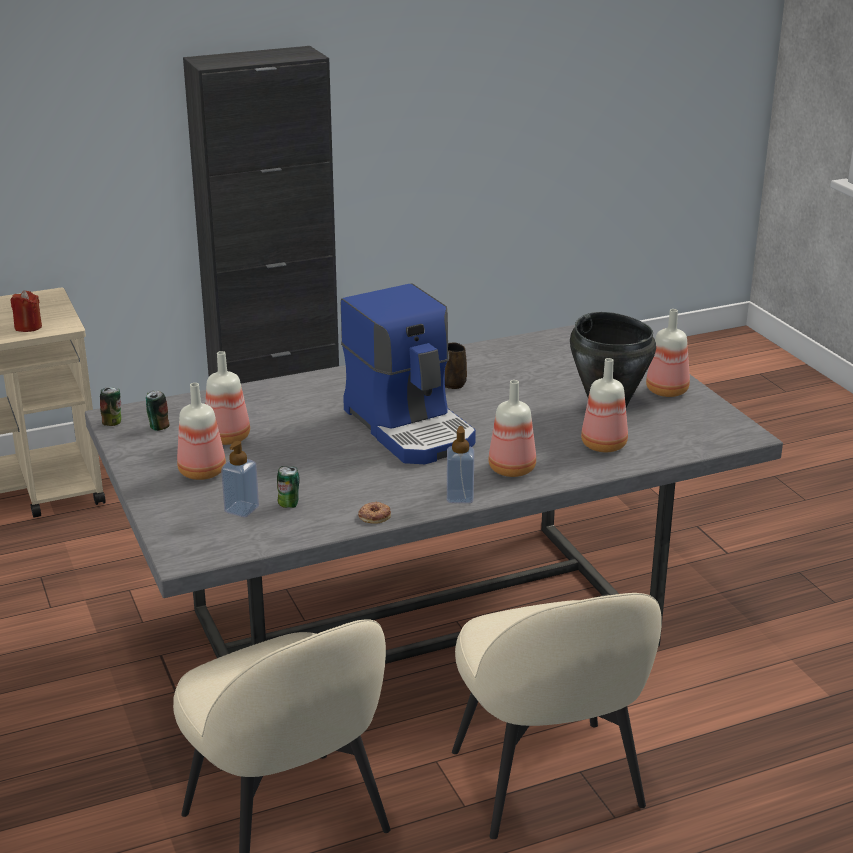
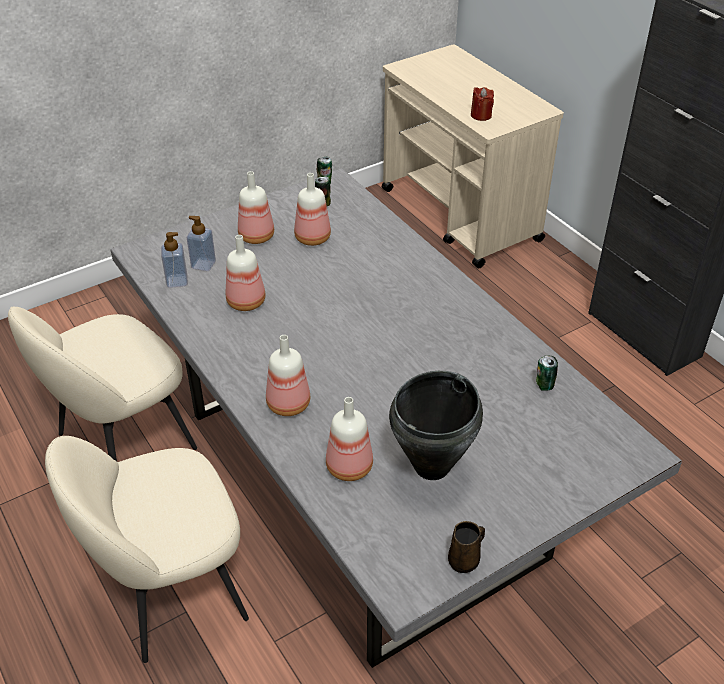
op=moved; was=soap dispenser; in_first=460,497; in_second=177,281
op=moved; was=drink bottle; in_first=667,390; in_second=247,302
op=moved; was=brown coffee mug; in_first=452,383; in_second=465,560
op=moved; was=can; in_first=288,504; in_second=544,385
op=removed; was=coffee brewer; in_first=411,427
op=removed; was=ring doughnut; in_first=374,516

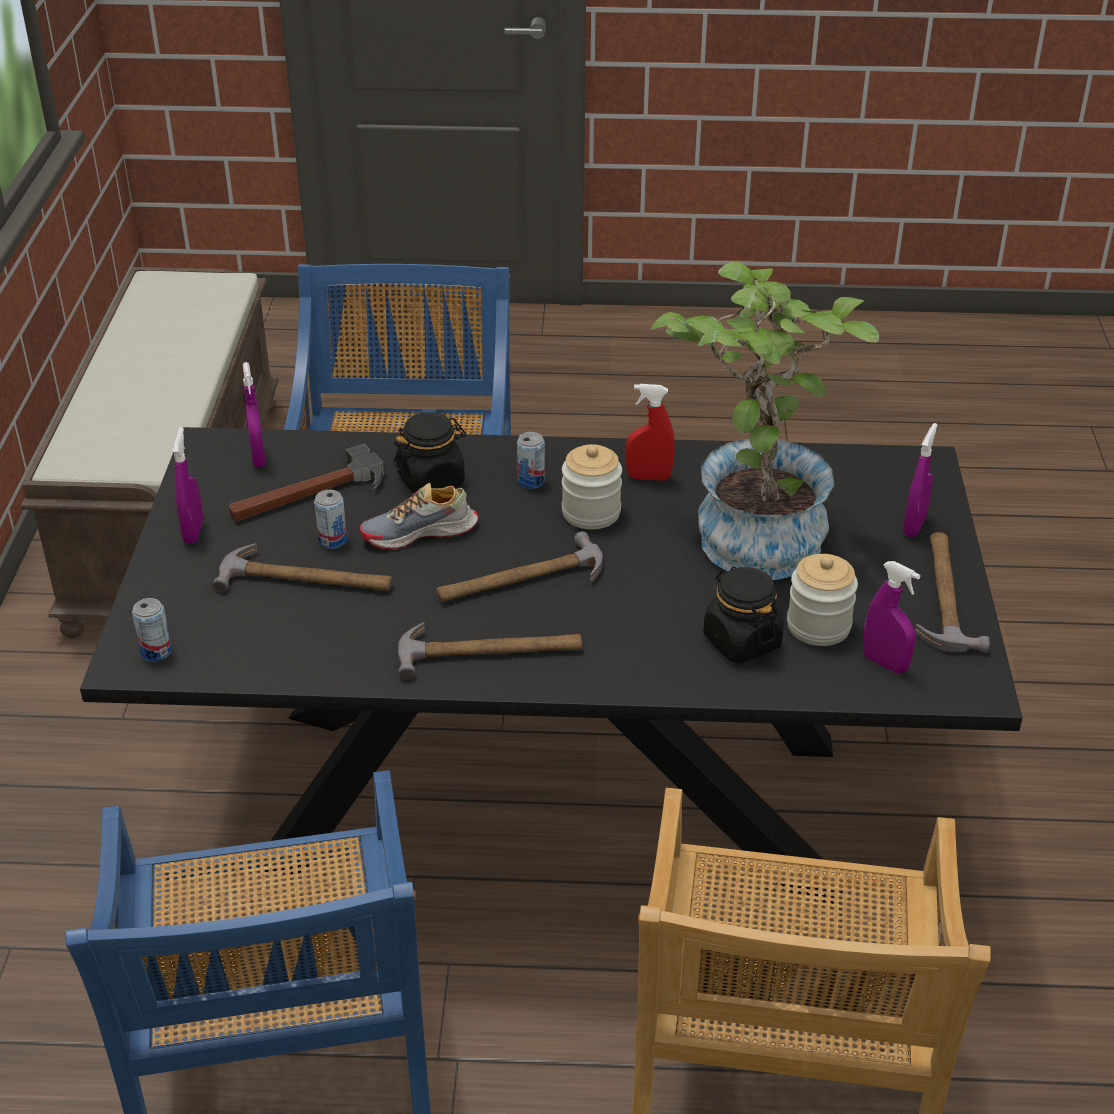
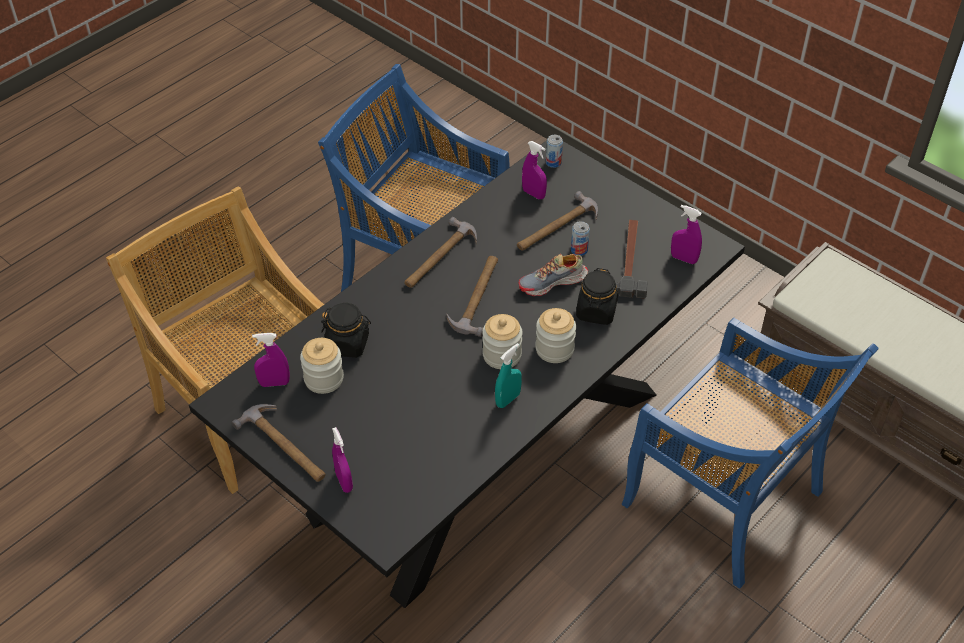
op=recoloured; was=red-coloured hand sprayer; now=turquoise-coloured hand sprayer; in_first=648,477; in_second=508,399
op=turned; was=low shoe; in_first=420,533; in_second=553,282; clockwise=-135
op=moved; was=purplish hand sprayer; in_first=193,532; in_second=533,194
op=replaced; was=can; now=preserve jar; in_first=531,481; in_second=554,349
op=removed; was=potted plant; in_first=752,530

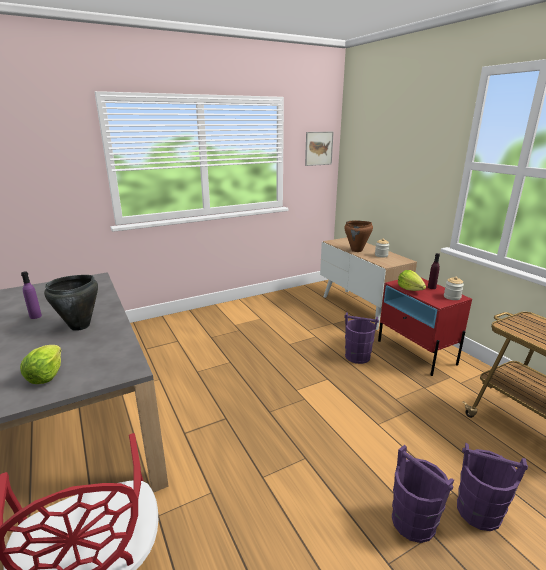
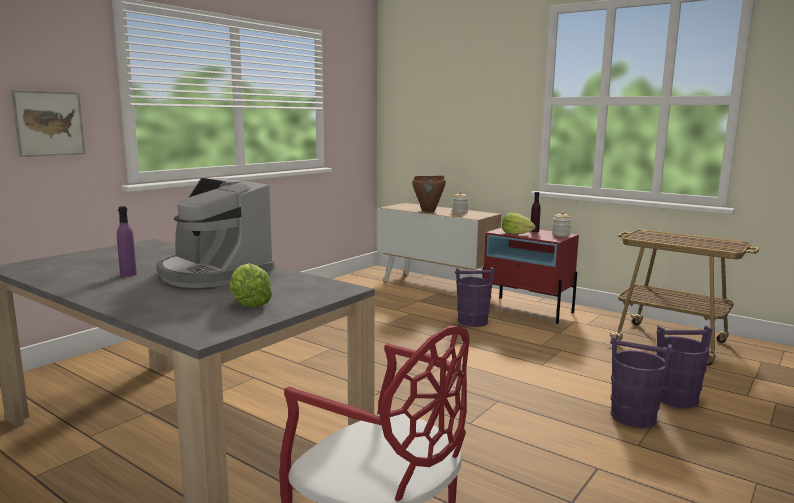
op=moved; was=wall picture; in_first=318,148; in_second=49,123
op=replaced; was=black-coloured saucepot; now=coffee brewer; in_first=80,326; in_second=213,273

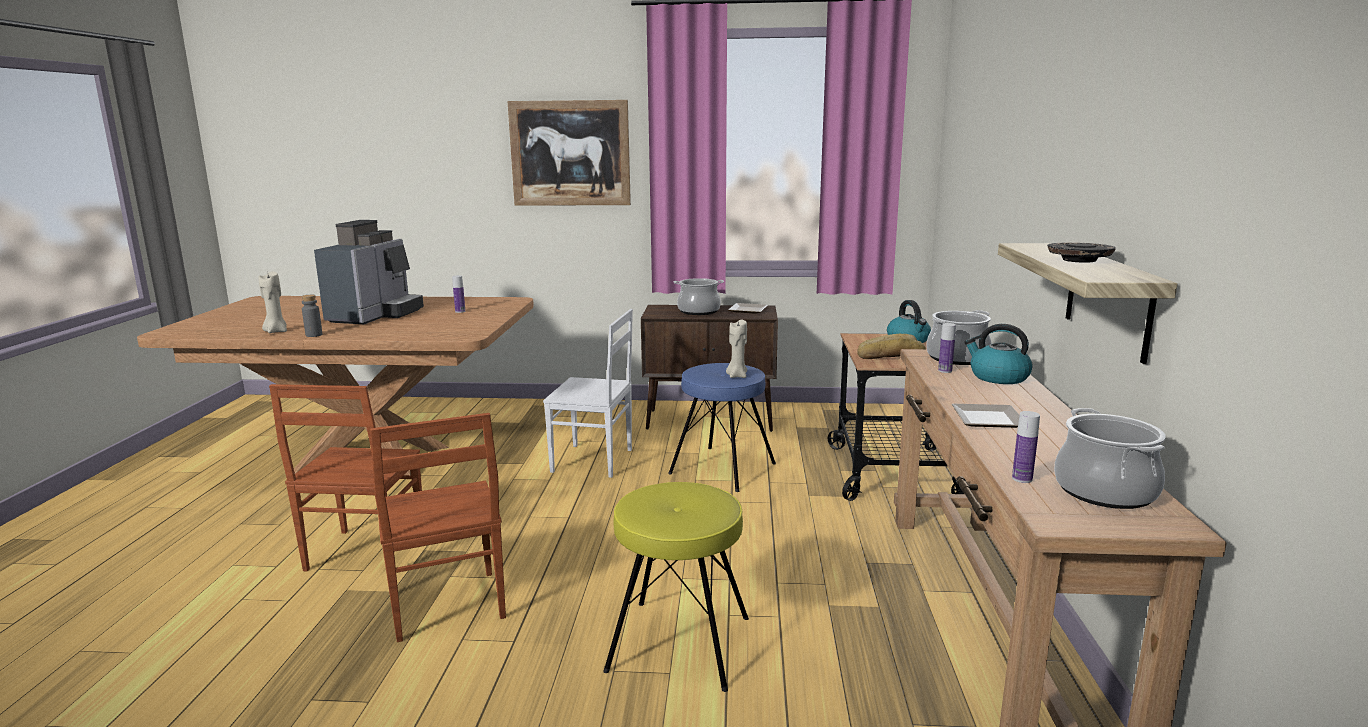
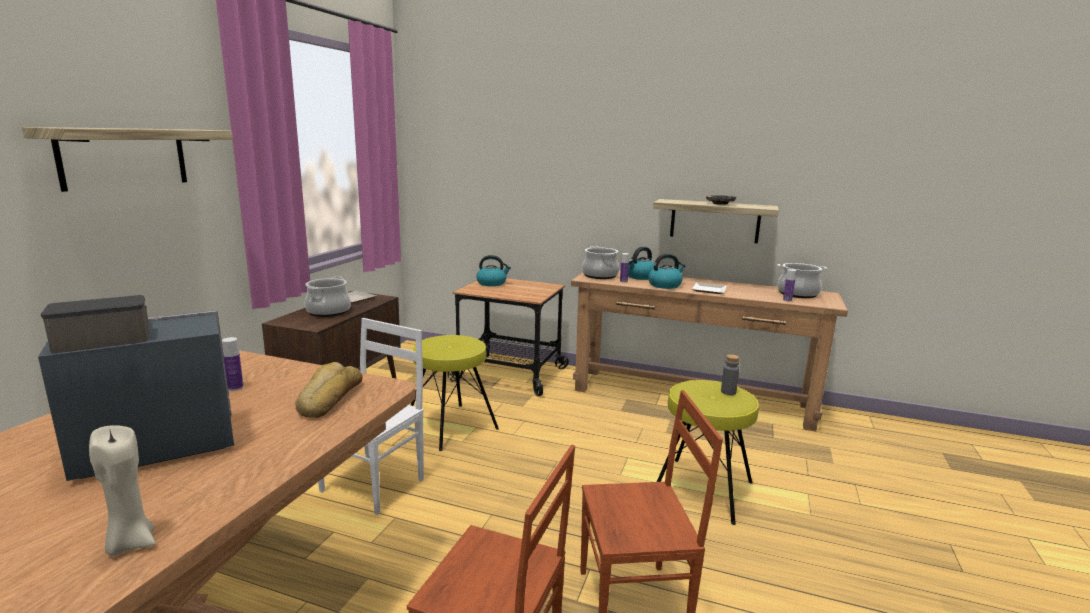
op=replaced; was=wall picture; now=wall shelf; in_first=570,153; in_second=124,157
op=turned; was=coffee brewer; in_first=375,315; in_second=150,446; clockwise=-60
op=moved; was=bread; in_first=890,355; in_second=328,398
op=recoloured; was=blue-coloured stool seat; now=yellow-coloured stool seat; in_first=723,468; in_second=451,426
op=added; now=tea kettle; in_second=665,285
op=moved; was=grey drink bottle; in_first=314,335; in_second=728,392
op=removed; was=beige-coloured wax candle; in_first=737,376

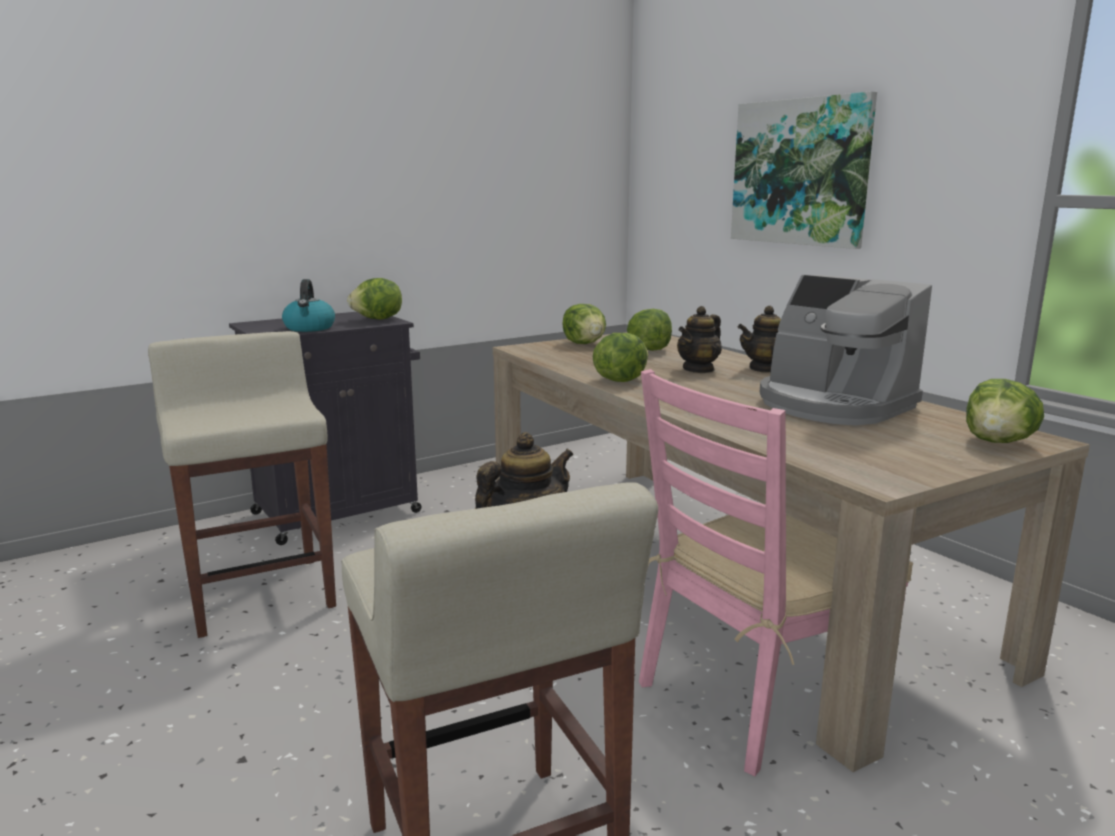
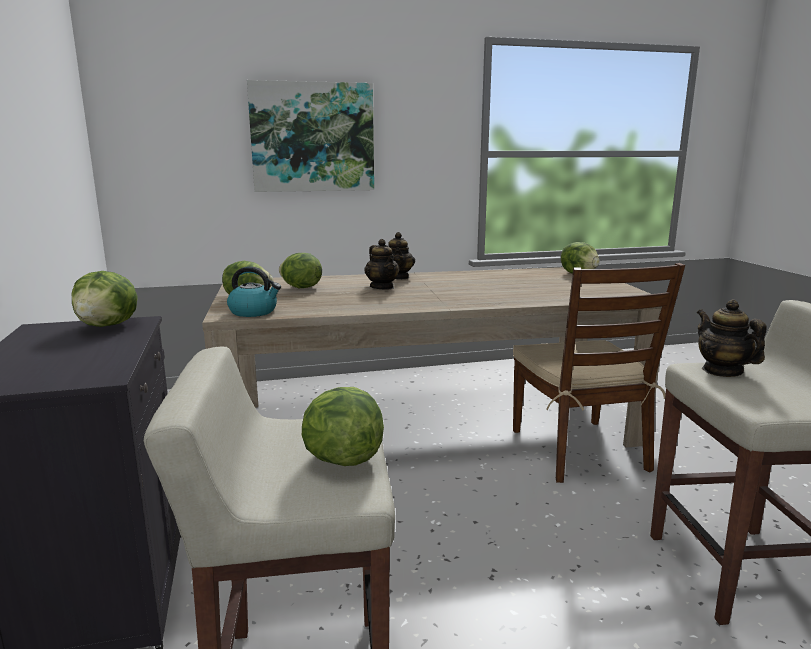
op=moved; was=tea kettle; in_first=309,328; in_second=254,312
op=moved; was=head of lettuce; in_first=620,380; in_second=342,459
op=recoloured; was=pink chair; now=brown chair; in_first=757,696; in_second=579,450
op=removed; was=coffee brewer; in_first=833,405

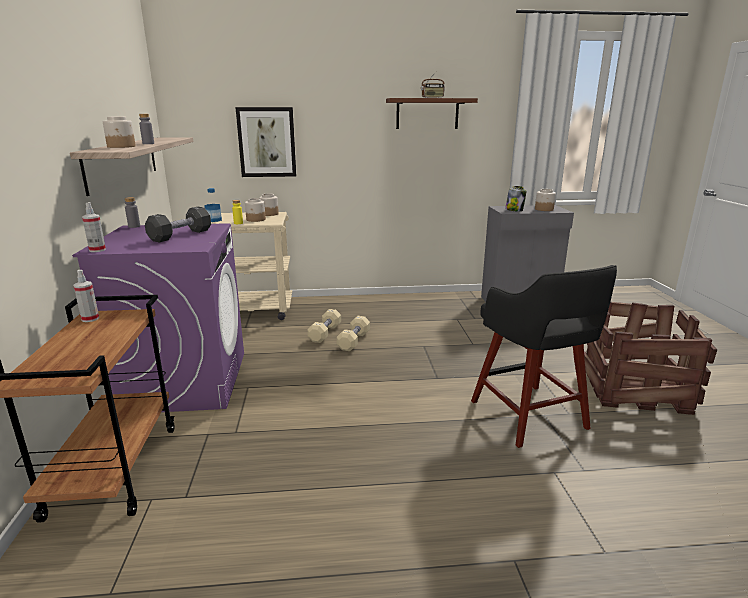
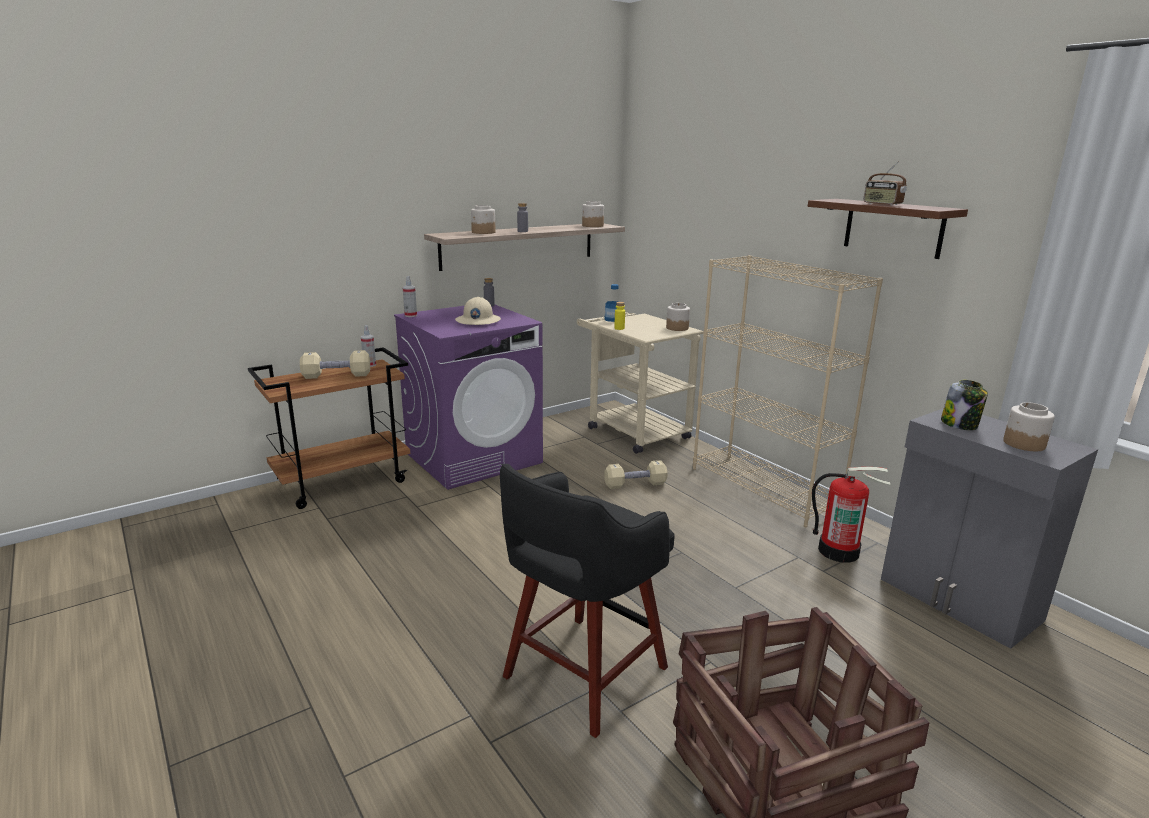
op=moved; was=beige-coloured dumbbell; in_first=354,341; in_second=337,375
op=replaced; was=black-coloured dumbbell; now=beige-coloured safety helmet; in_first=181,235; in_second=477,321
op=moved; was=preserve jar; in_first=256,219; in_second=592,226
op=added; now=beige-coloured bookcase; in_second=764,488
op=added; now=fire extinguisher; in_second=839,551
op=removed; was=wall picture; in_first=267,142

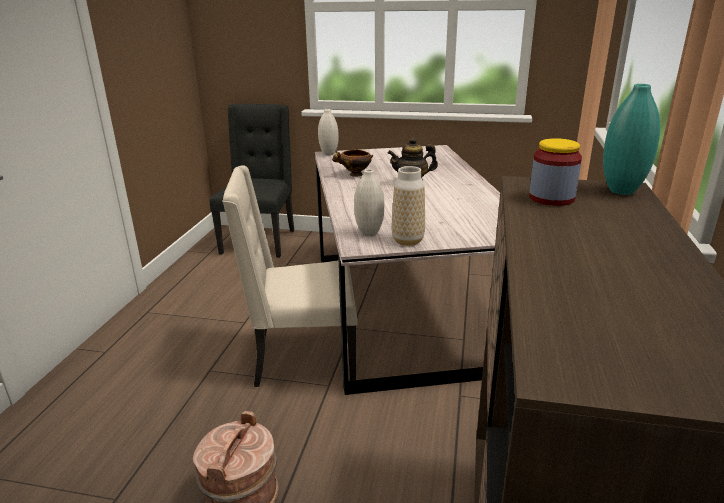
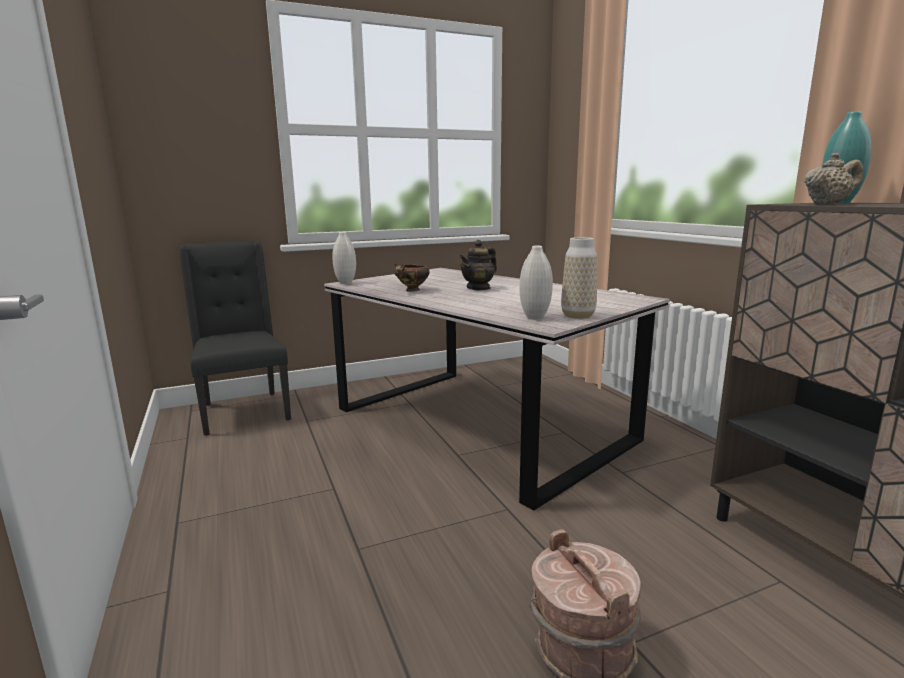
op=replaced; was=preserve jar; now=beige-coloured tea pot; in_first=551,198; in_second=828,204
op=removed; was=beige-coloured chair; in_first=302,359

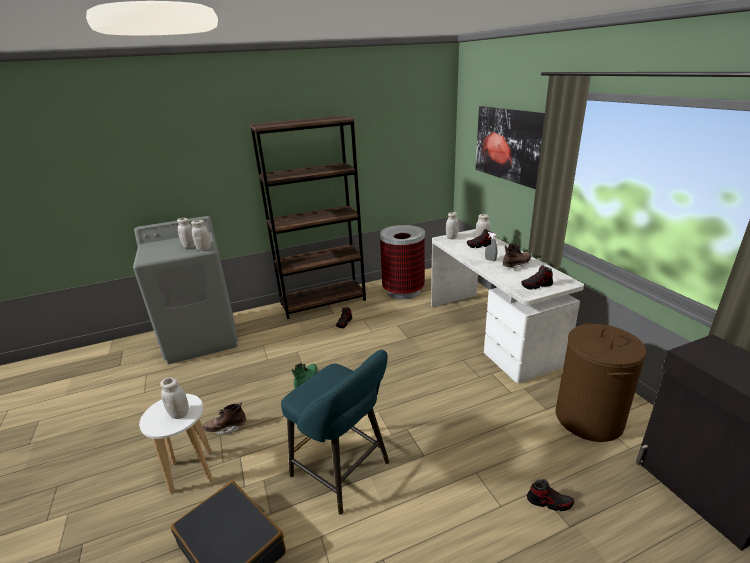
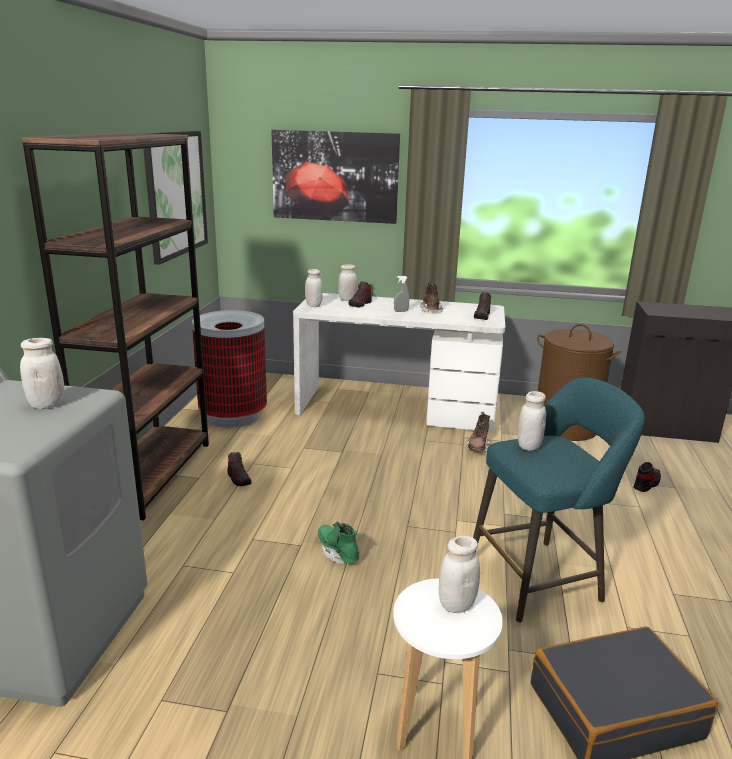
op=added; now=wall picture; in_second=175,194
op=moved; was=brown tall boot; in_first=226,428; in_second=478,448
op=moved; was=whitish preserve jar; in_first=204,249; in_second=528,446

